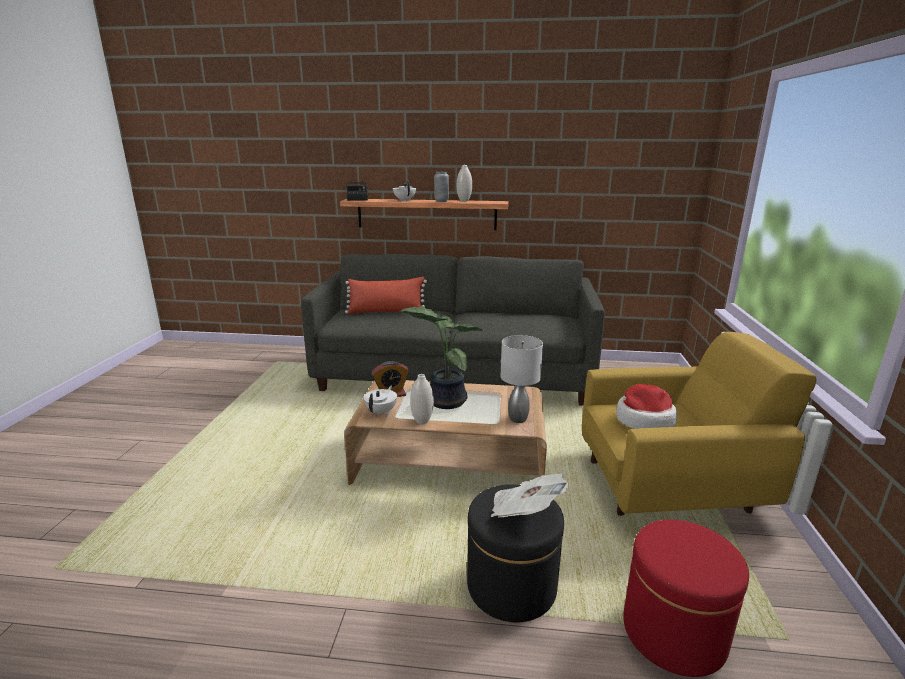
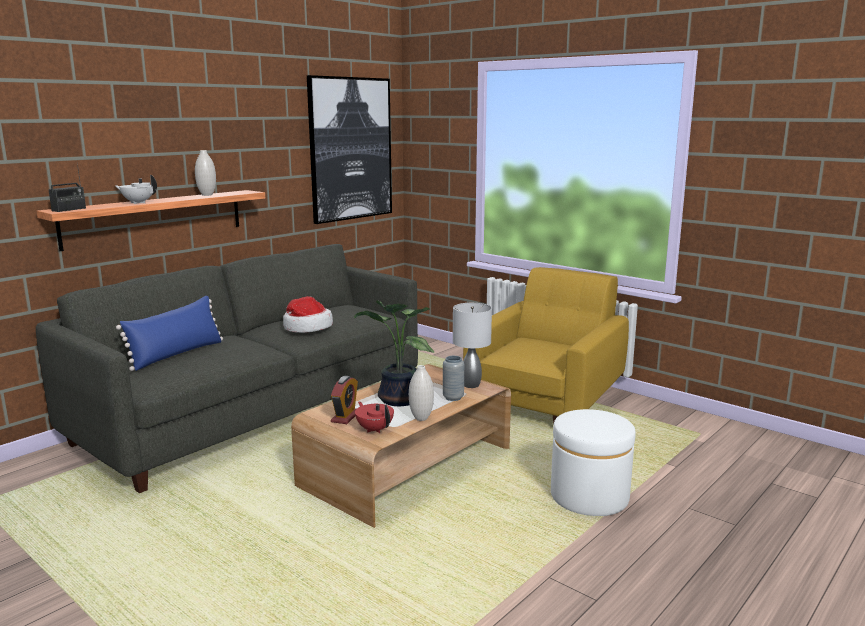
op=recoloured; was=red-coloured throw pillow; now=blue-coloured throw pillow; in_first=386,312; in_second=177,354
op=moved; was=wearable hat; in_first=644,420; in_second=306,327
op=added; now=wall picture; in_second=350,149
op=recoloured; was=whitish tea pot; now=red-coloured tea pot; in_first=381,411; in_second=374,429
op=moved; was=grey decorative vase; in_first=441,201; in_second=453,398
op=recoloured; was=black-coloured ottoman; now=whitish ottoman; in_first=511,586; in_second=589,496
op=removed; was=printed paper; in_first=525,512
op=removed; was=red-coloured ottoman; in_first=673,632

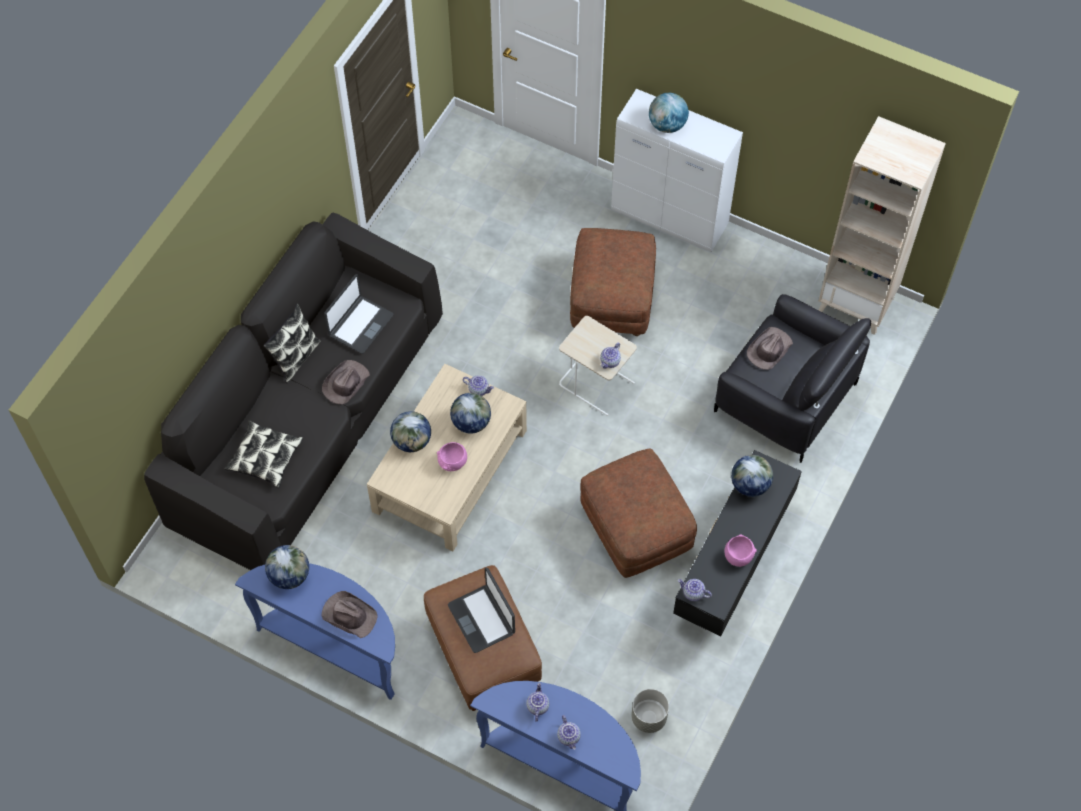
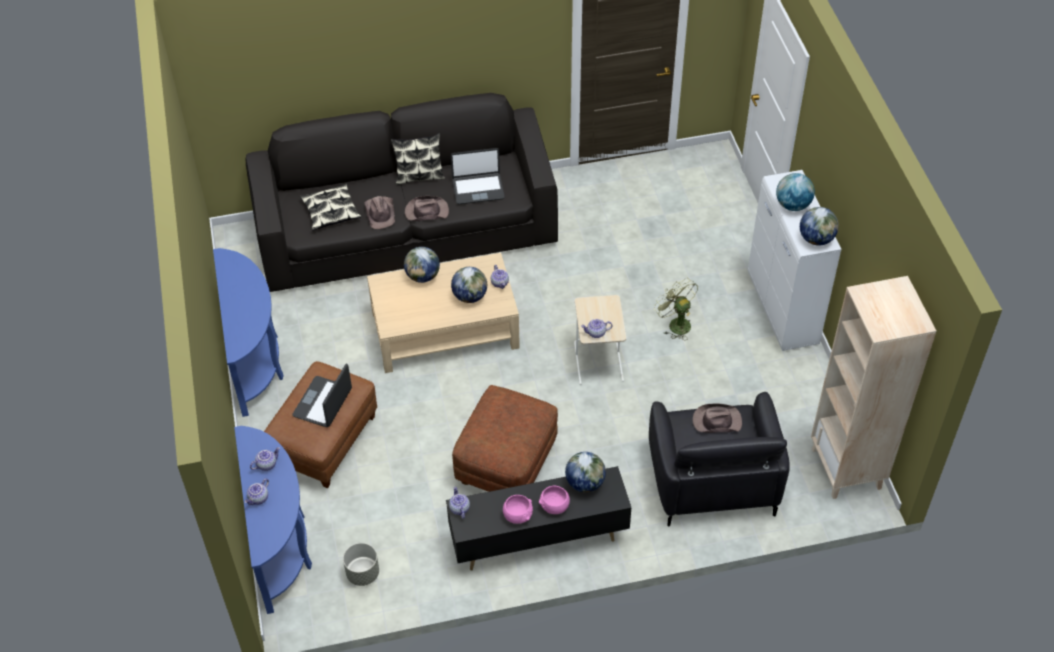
op=moved; was=brown wearable hat; in_first=349,615; in_second=381,213
op=moved; was=pink serving bowl; in_first=452,462; in_second=554,506
op=replaced; was=brown ottoman; now=greenish electric fan; in_first=611,300; in_second=675,323
op=moved; was=desk globe; in_first=289,575; in_second=816,239

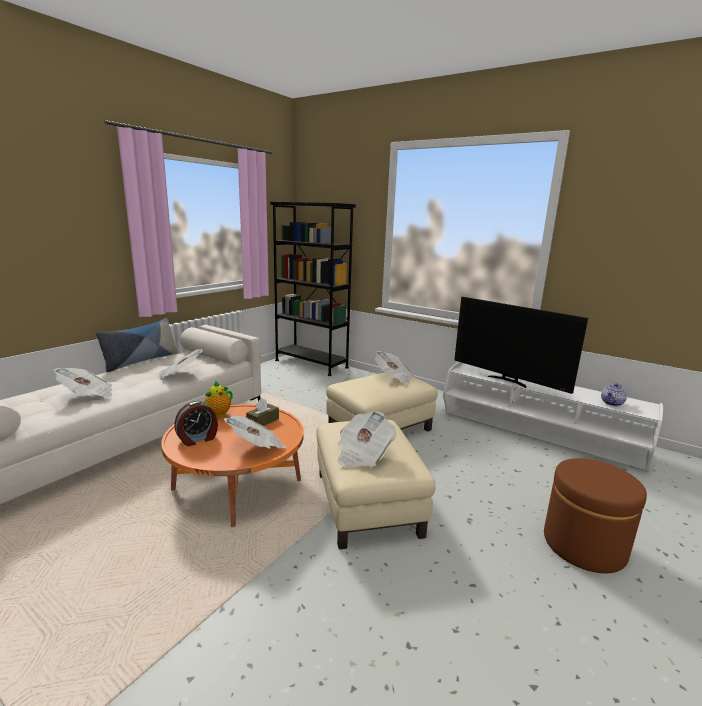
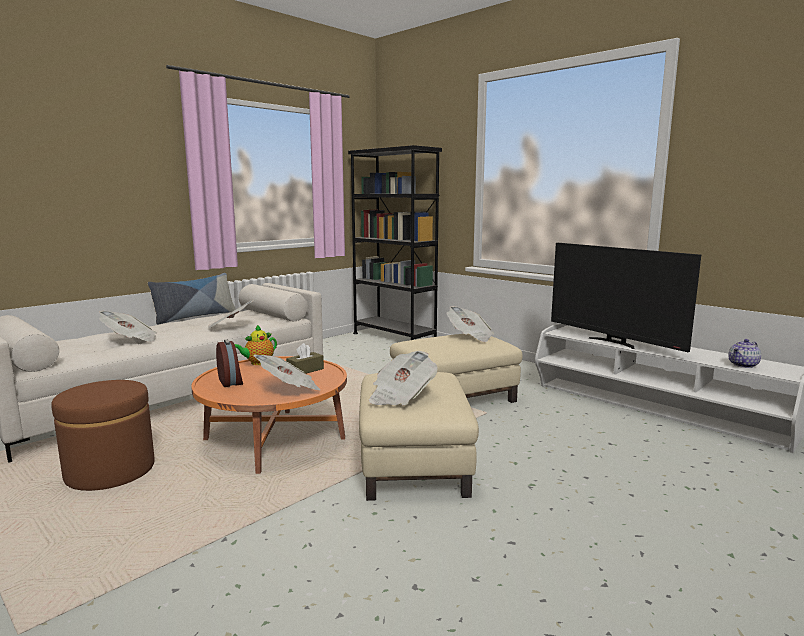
op=moved; was=brown ottoman; in_first=584,545; in_second=110,471
op=turned; was=bedside clock; in_first=198,439; in_second=231,381; clockwise=-90

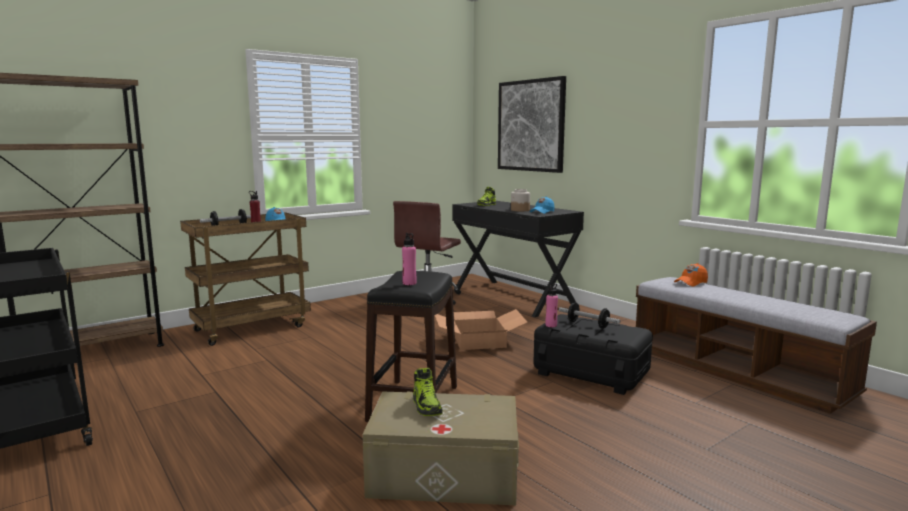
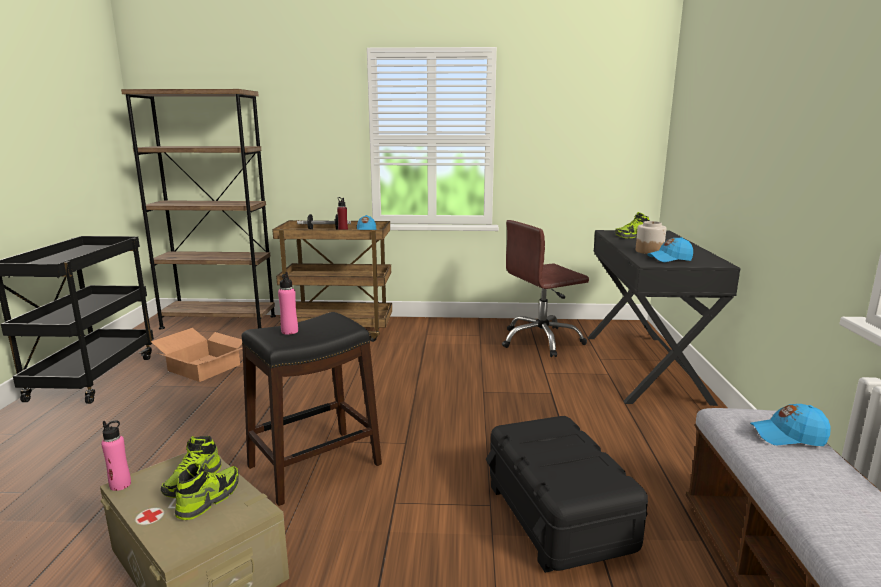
op=moved; was=pink drink bottle; in_first=551,325; in_second=120,485
op=moved; was=packing box; in_first=480,340; in_second=205,367
op=added; now=low shoe; in_second=209,499
op=recoloured; was=orange baseball cap; now=blue-coloured baseball cap; in_first=691,283; in_second=788,436
op=removed; was=wall picture; in_first=531,125
op=removed; was=dumbbell; in_first=588,324

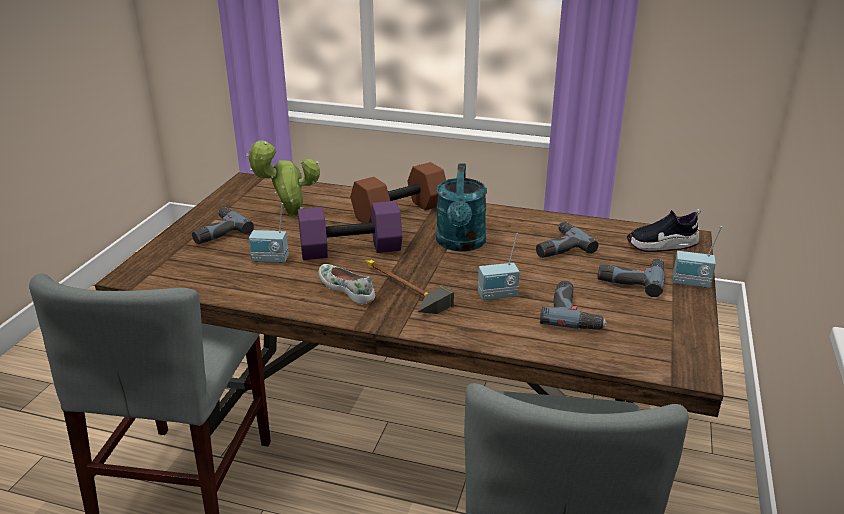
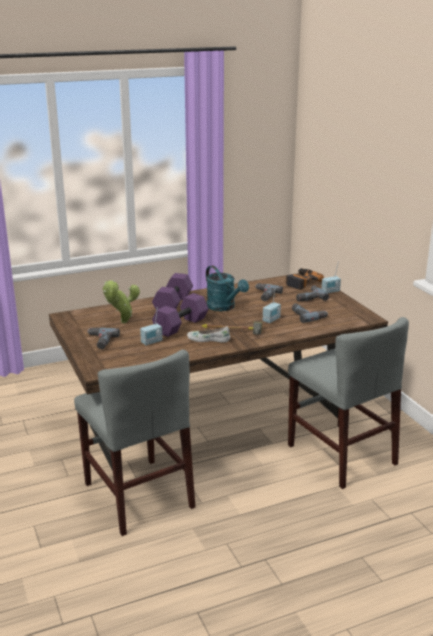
op=recoloured; was=brown dumbbell; now=purplish dumbbell; in_first=400,212; in_second=174,304
op=replaced; was=low shoe; now=electric drill; in_first=661,245; in_second=301,282

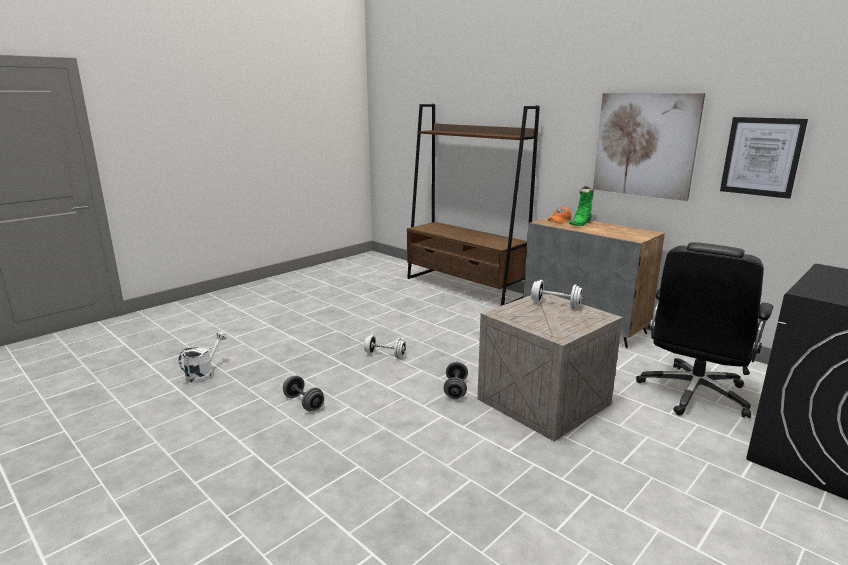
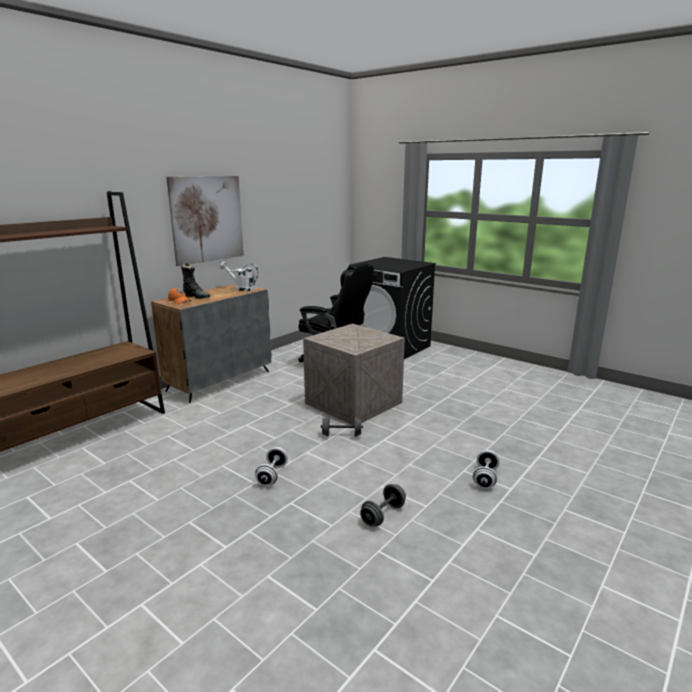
op=recoloured; was=greenish tall boot; now=black-coloured tall boot; in_first=581,224; in_second=196,297
op=moved; was=whitish sprinkling can; in_first=203,373; in_second=242,288
op=moved; was=whitish dumbbell; in_first=555,305; in_second=485,478
op=removed; was=wall picture; in_first=761,156

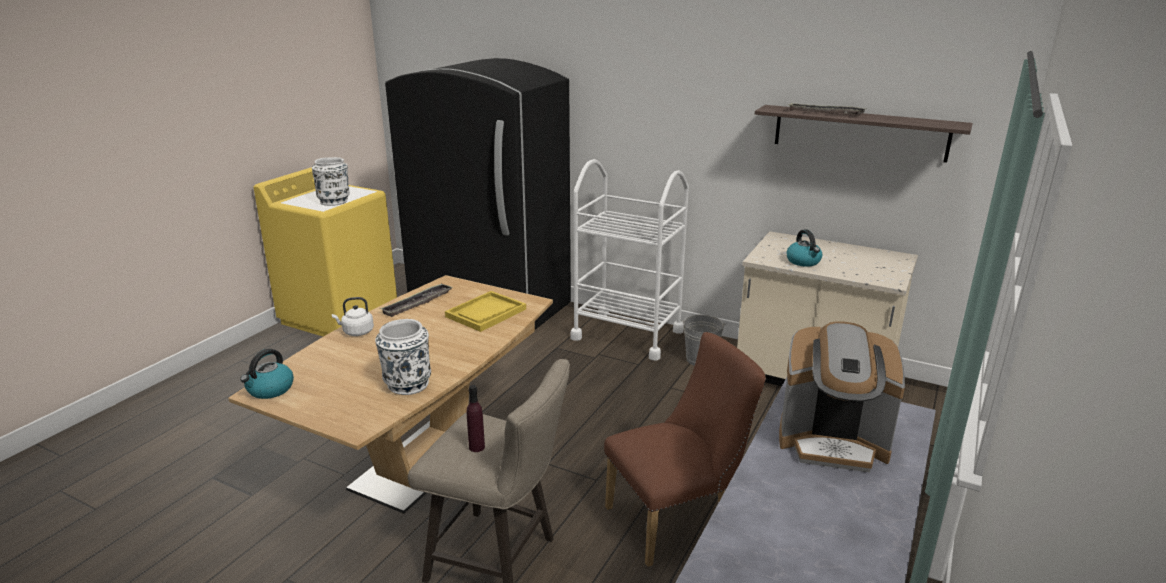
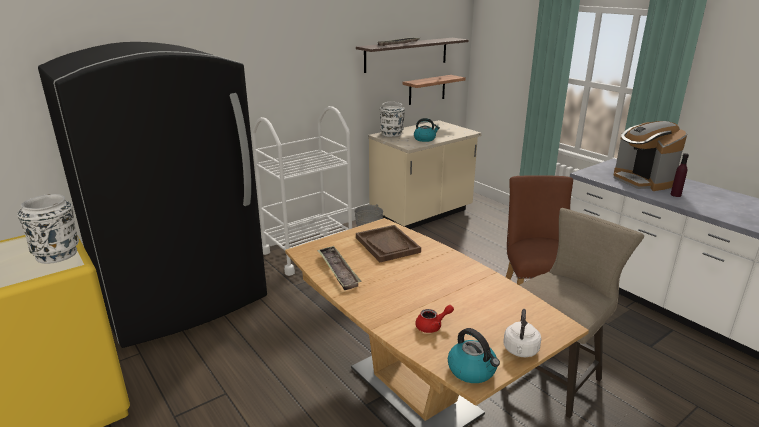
op=recoloured; was=yellow-coloured carrying tray; now=brown carrying tray; in_first=486,313; in_second=387,245
op=moved; was=whitish decorative vase; in_first=407,385; in_second=392,134
op=added; now=wall shelf; in_second=427,89
op=added; now=red-coloured tea pot; in_second=432,326
op=moved; was=whitish tea kettle; in_first=356,332; in_second=520,351
op=turned; was=coffee brewer; in_first=832,442; in_second=642,181; clockwise=120
op=moved; was=purplish drink bottle; in_first=476,447; in_second=675,195

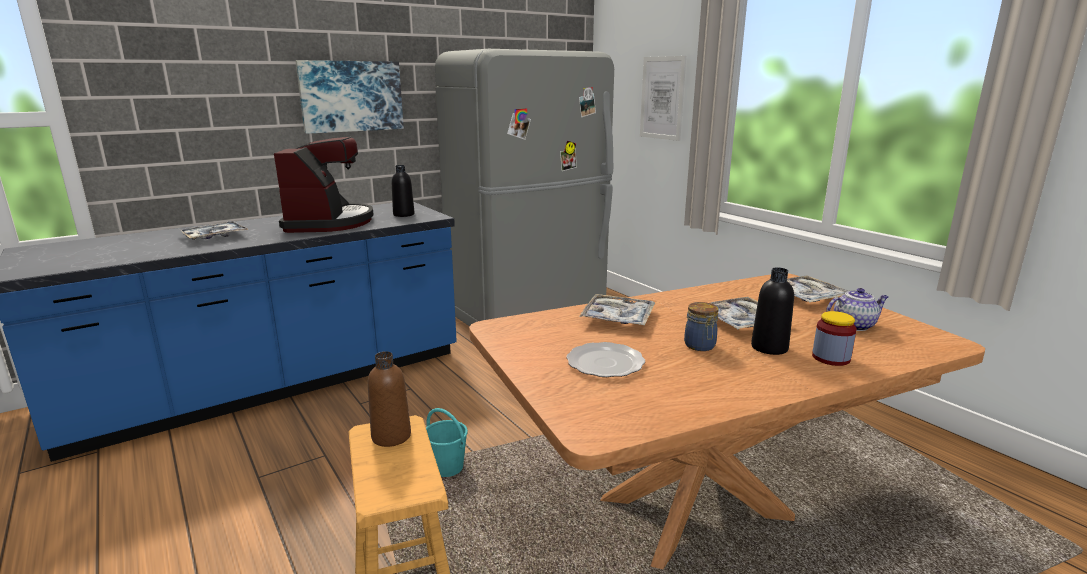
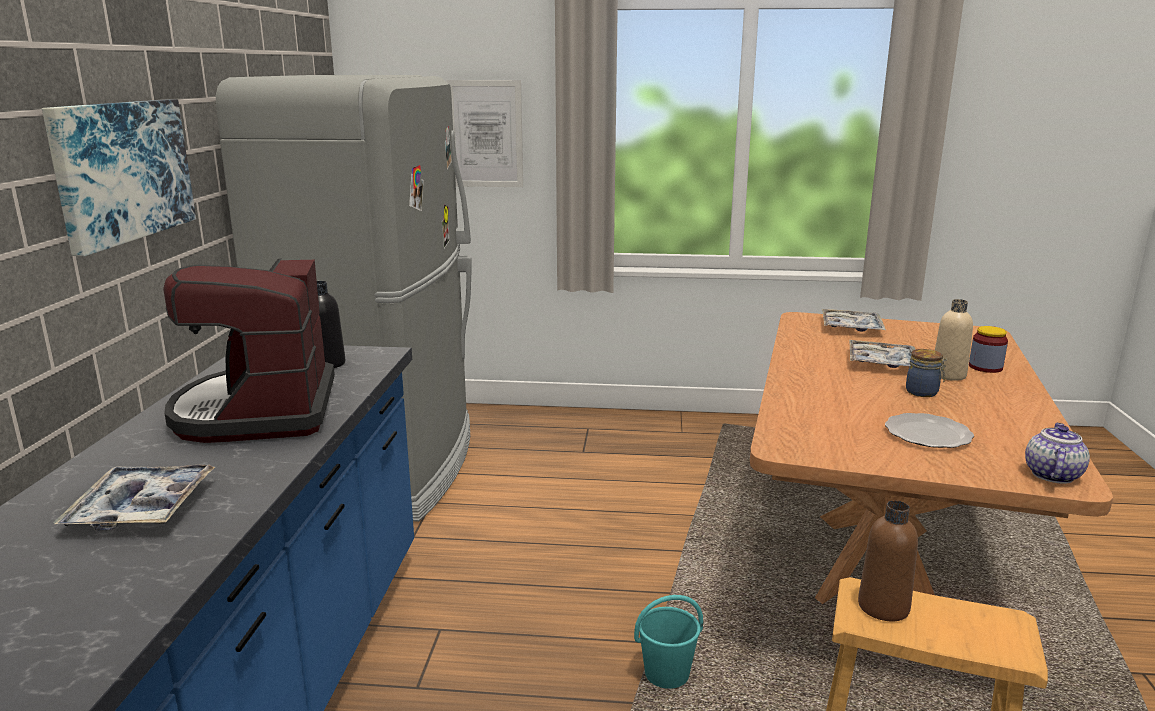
op=turned; was=coffee brewer; in_first=329,222; in_second=258,411; clockwise=-135
op=recoloured; was=black-coloured drink bottle; now=beige-coloured drink bottle; in_first=769,348; in_second=948,375
op=moved; was=tea pot; in_first=854,325; in_second=1051,474
op=removed; was=carrying tray; in_first=618,318

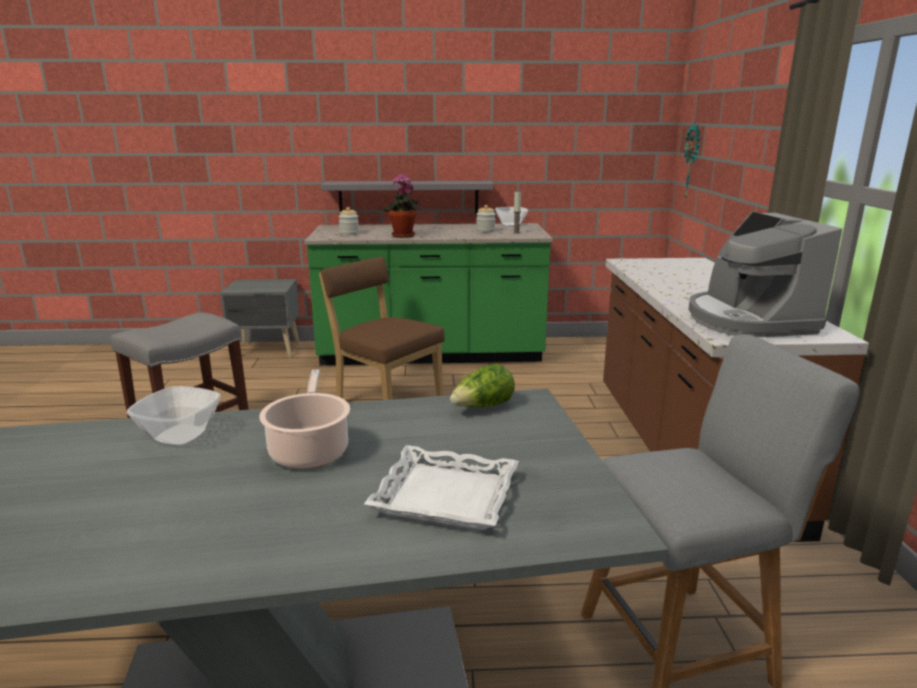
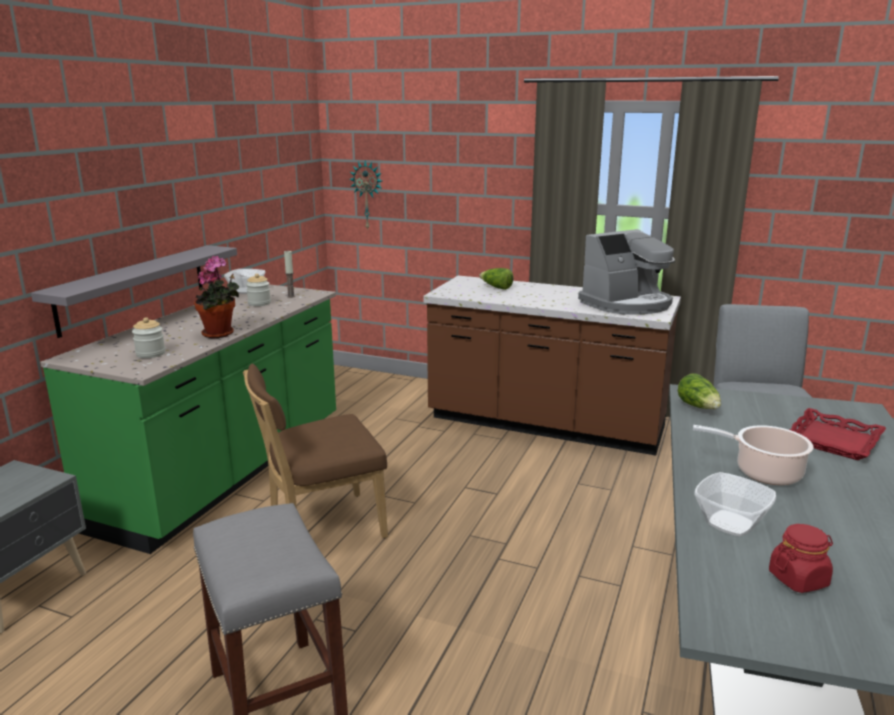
op=added; now=head of lettuce; in_second=496,287
op=turned; was=coffee brewer; in_first=747,320; in_second=627,304; clockwise=-45
op=added; now=red-coloured preserve jar; in_second=798,579
op=recoloured; was=whitish carrying tray; now=red-coloured carrying tray; in_first=445,496; in_second=834,440

